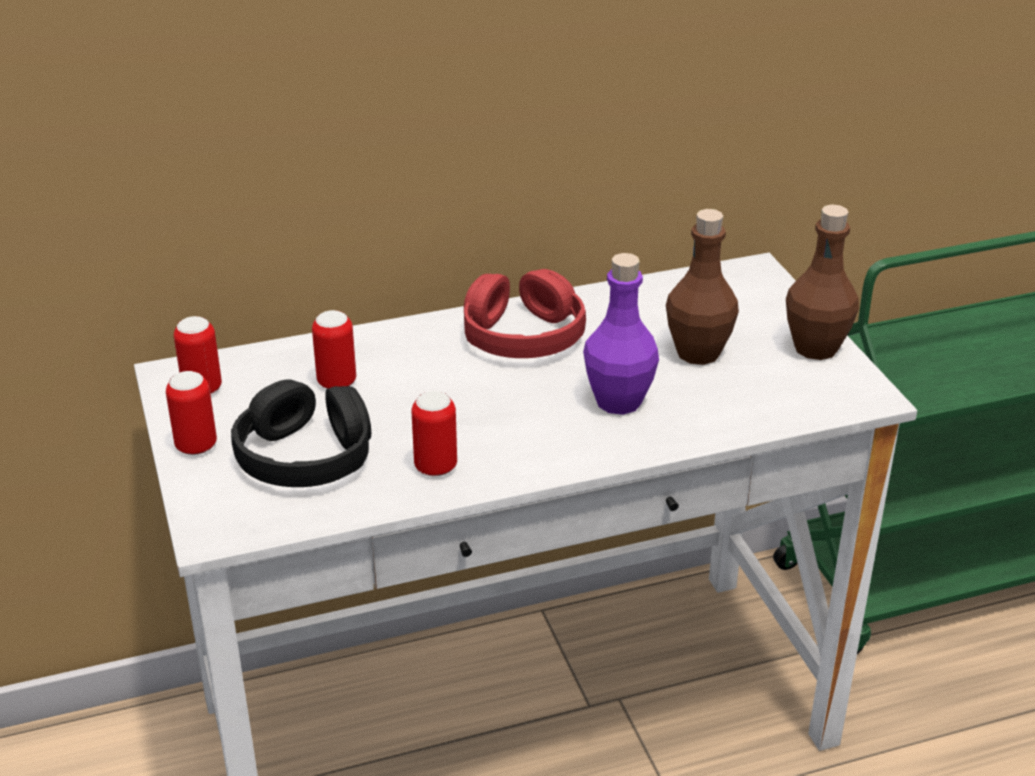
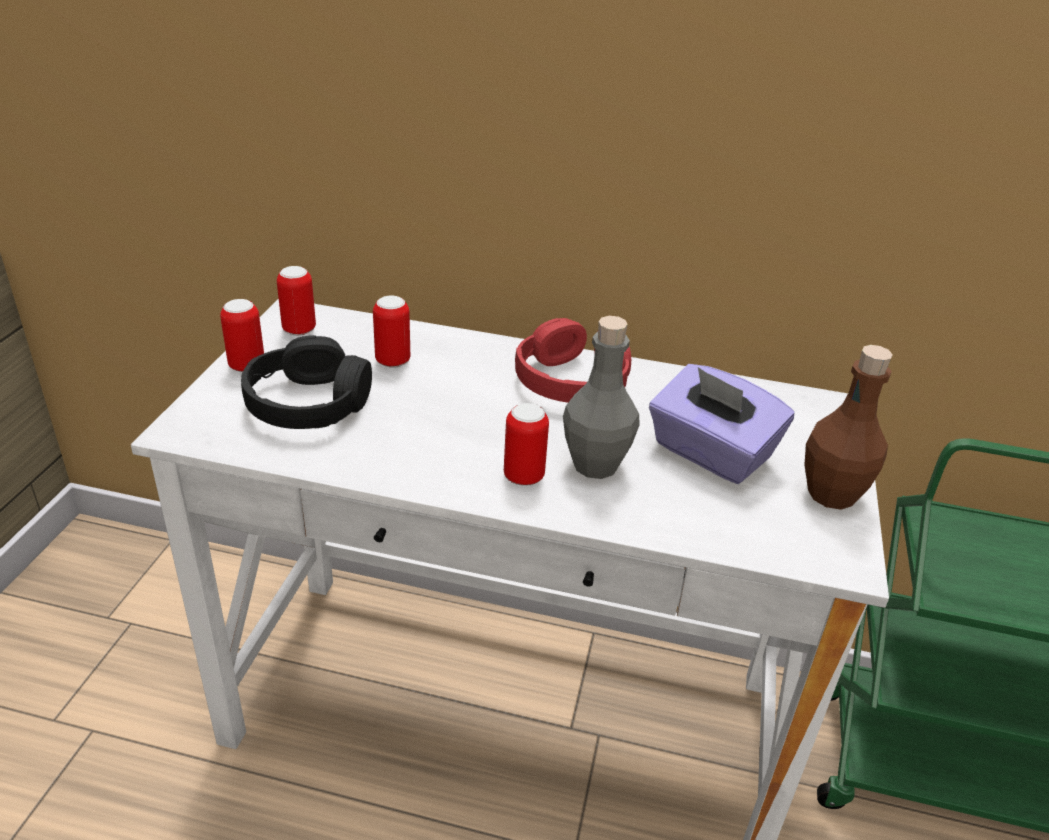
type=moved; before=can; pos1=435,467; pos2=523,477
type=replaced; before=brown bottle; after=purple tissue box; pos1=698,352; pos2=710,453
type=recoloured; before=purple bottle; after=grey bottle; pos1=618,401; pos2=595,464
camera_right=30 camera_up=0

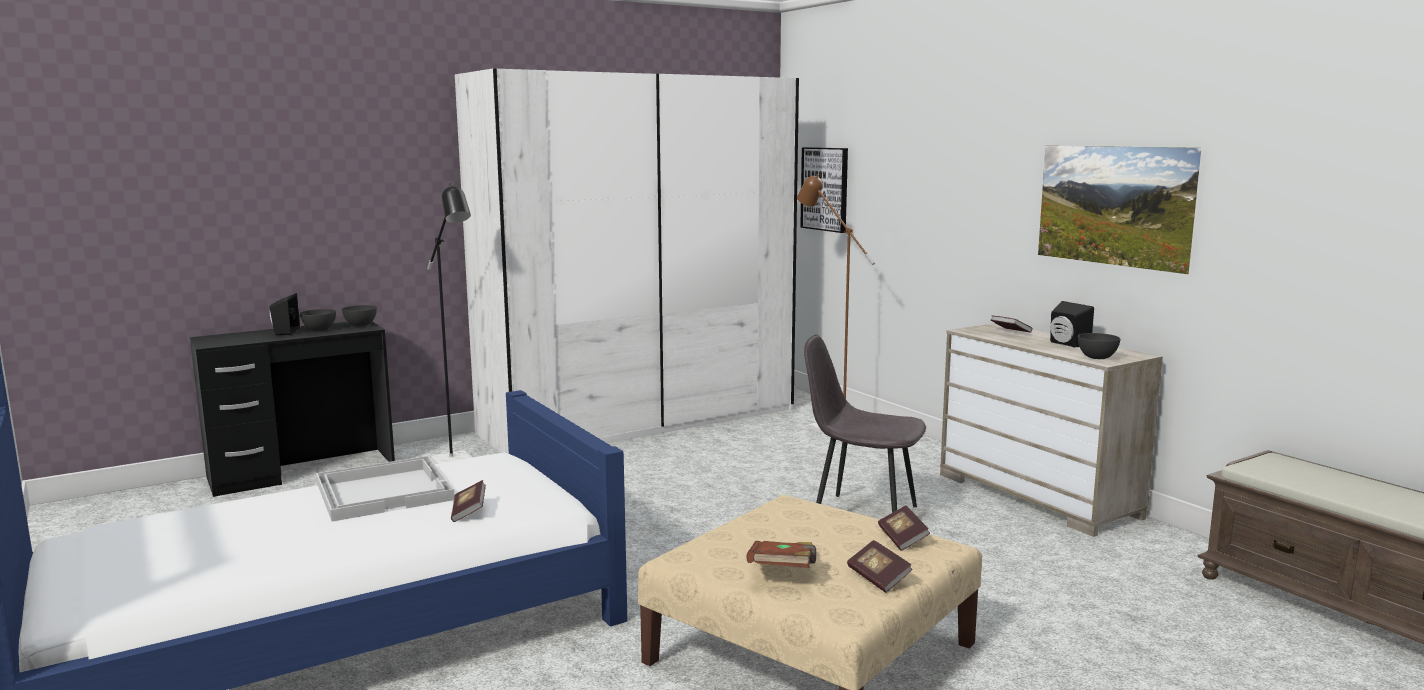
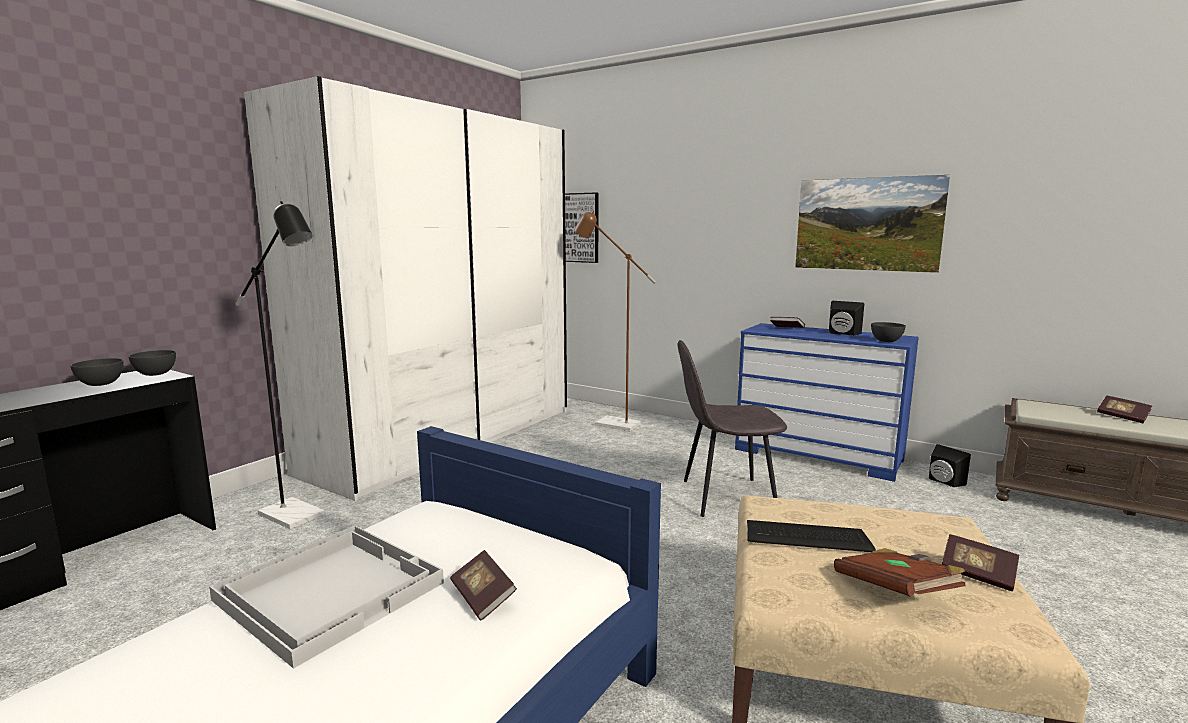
type=added; after=keyboard; pos2=806,537
type=moved; before=black speaker; pos1=284,332; pos2=944,482
type=moved; before=book; pos1=902,539; pos2=1122,417
type=recoloured; before=beige dresser; after=blue dresser; pos1=1038,495; pos2=818,454
camera_right=-25 camera_up=0

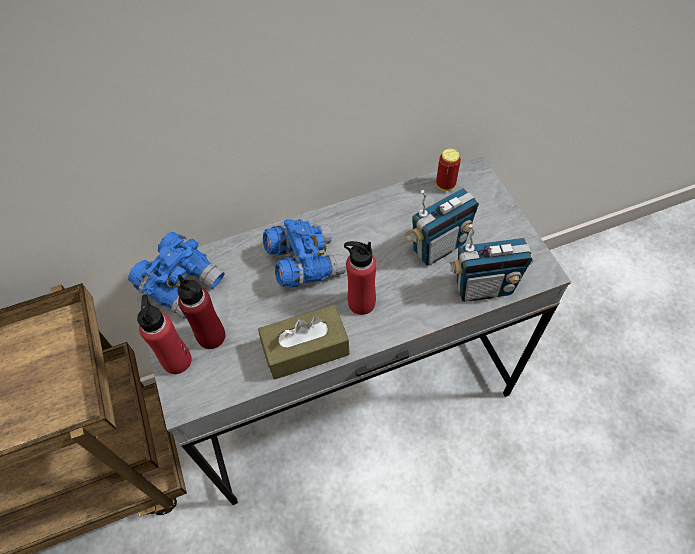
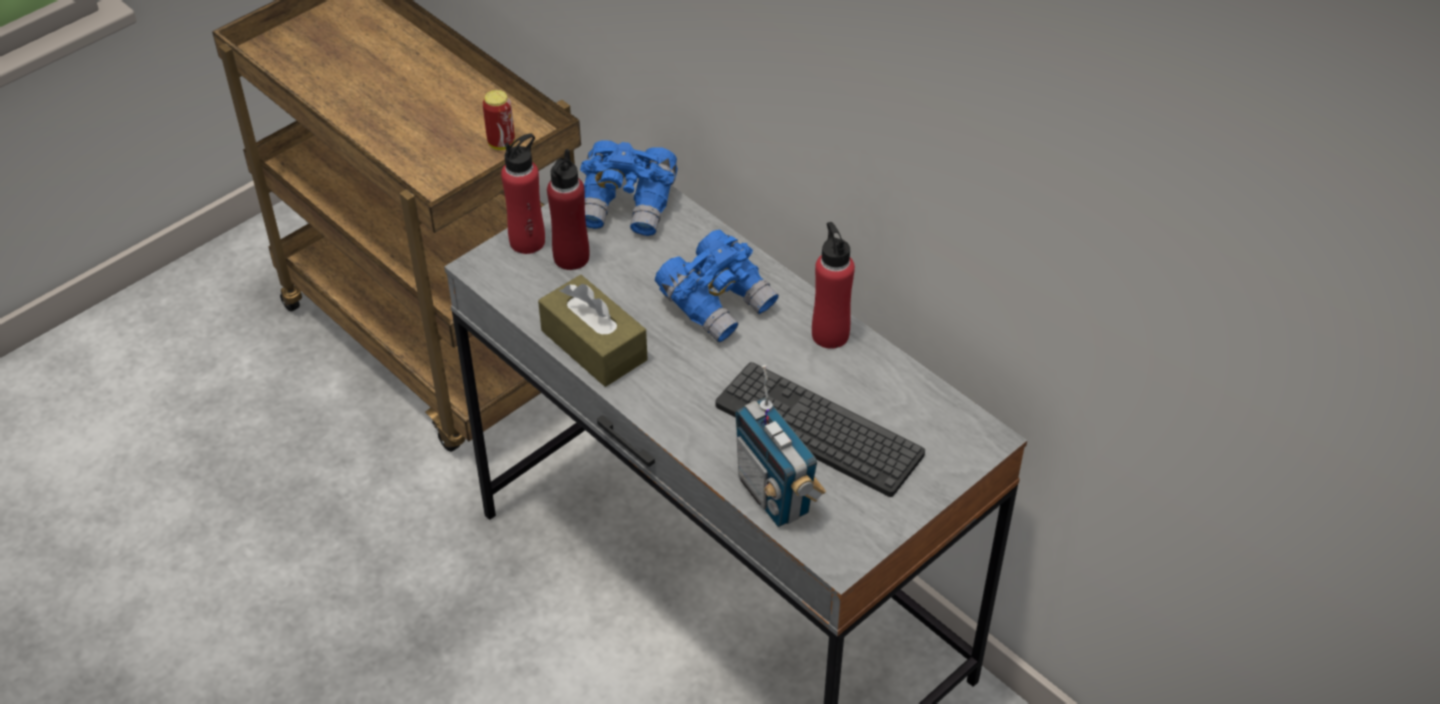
type=moved; before=red bottle; pos1=361,302; pos2=830,334
type=moved; before=can; pos1=445,185; pos2=501,143
type=replaced; before=radio; after=keyboard; pos1=438,247; pos2=818,430
camera_right=65 camera_up=-10

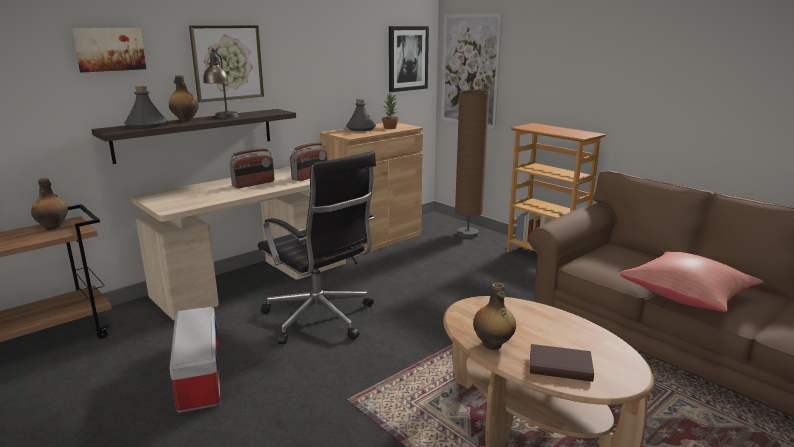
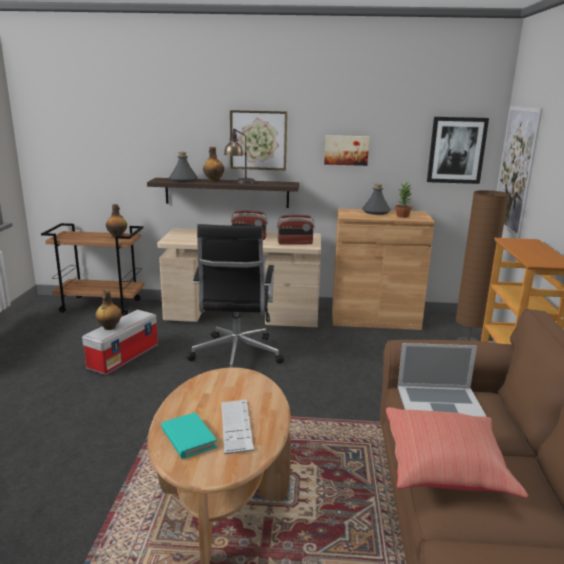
type=added; after=keyboard; pos2=236,426
type=added; after=laptop; pos2=439,402
type=moved; before=picture; pos1=109,49; pos2=346,150
type=moved; before=bottle; pos1=492,345; pos2=109,328
type=recoloured; before=brown book; after=turquoise book; pos1=560,366; pos2=188,438
camera_right=45 camera_up=0

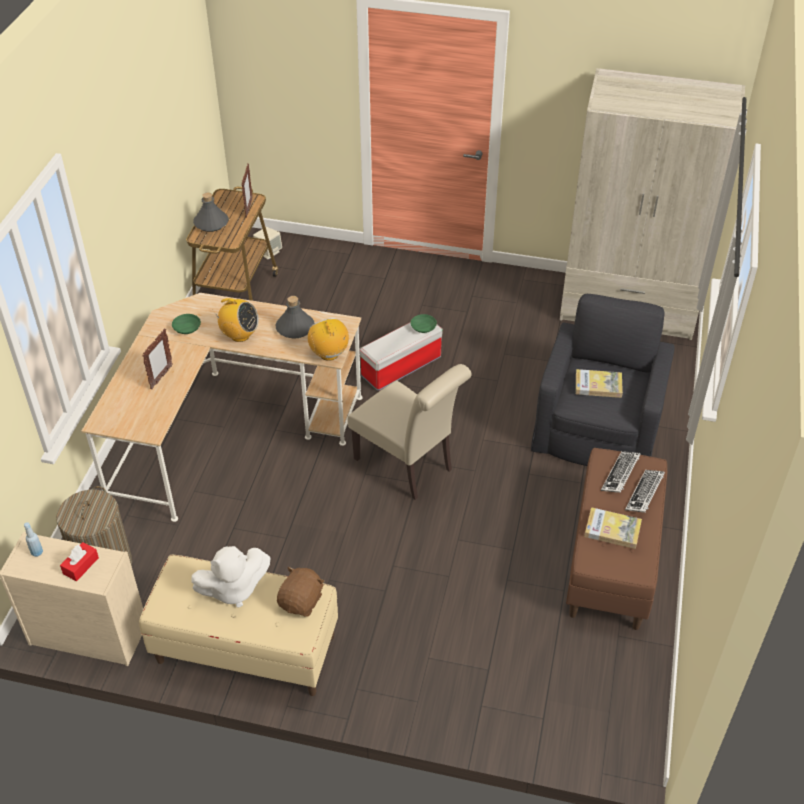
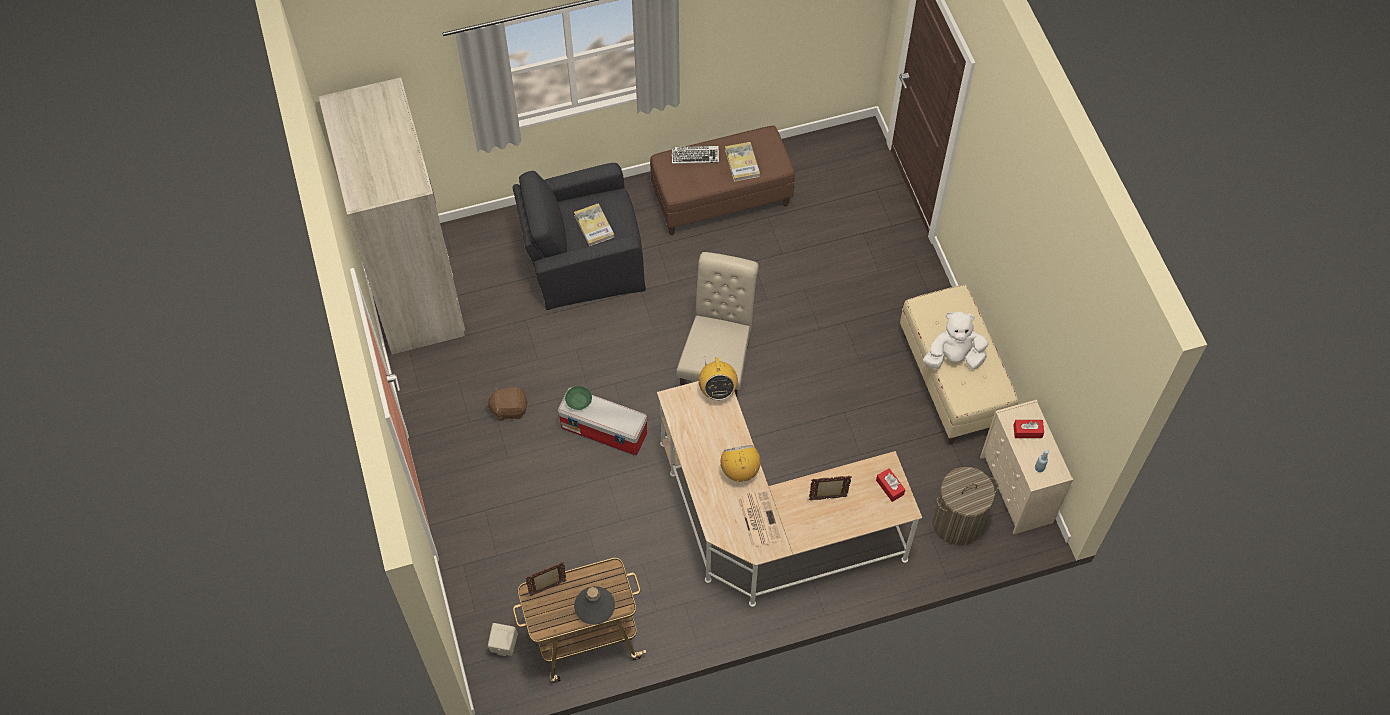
type=removed; before=grey bottle; pos1=295,328
type=removed; before=keyboard; pos1=620,475
type=added; after=red tissue box; pos2=890,487
type=moved; before=brown plush toy; pos1=301,601; pos2=509,409
type=replaced; before=green bowl; after=newspaper; pos1=187,328; pos2=758,518
type=turned; before=white plush toy; pos1=233,589; pos2=953,357; turn=-45
type=turned; before=radio; pos1=329,354; pos2=717,390; turn=-45
camera_right=-120 camera_up=15

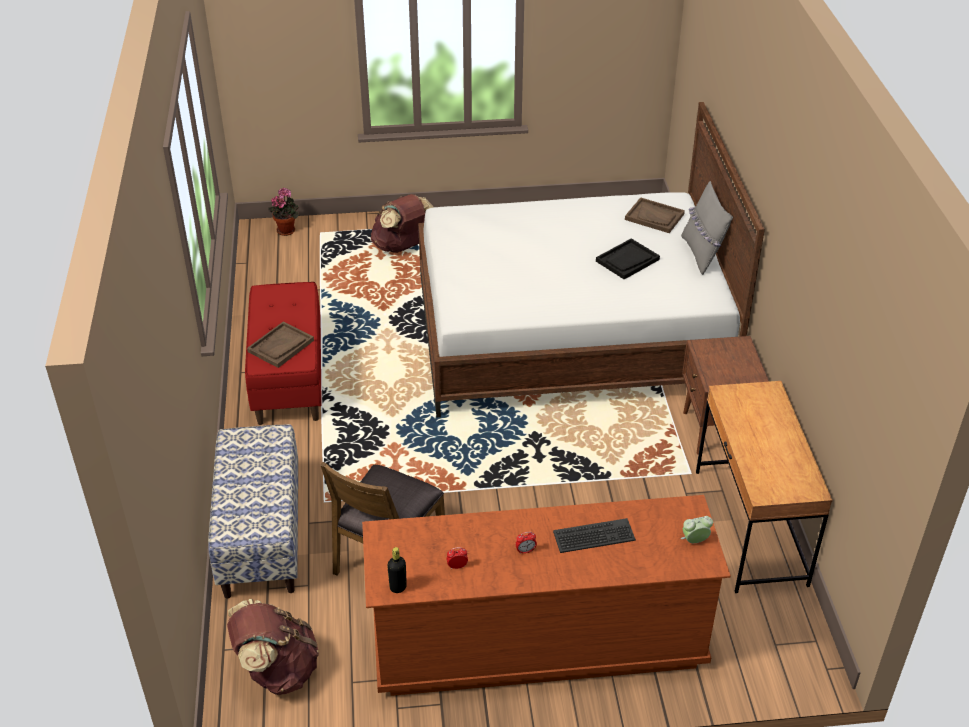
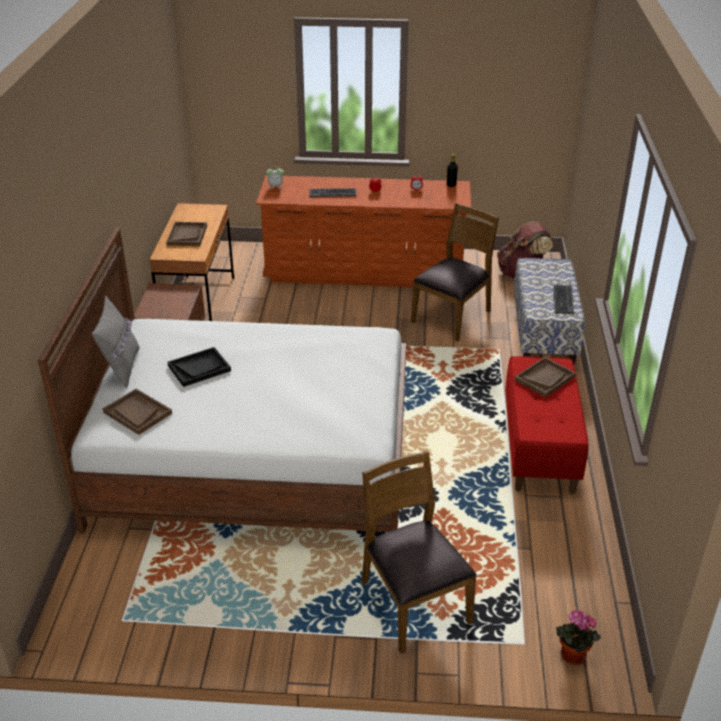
type=added; after=brown tray; pos2=187,235
type=added; after=keyboard; pos2=562,299
type=replaced; before=brown backpack; after=brown chair; pos1=402,246; pos2=413,602
camera_right=-170 camera_up=-5

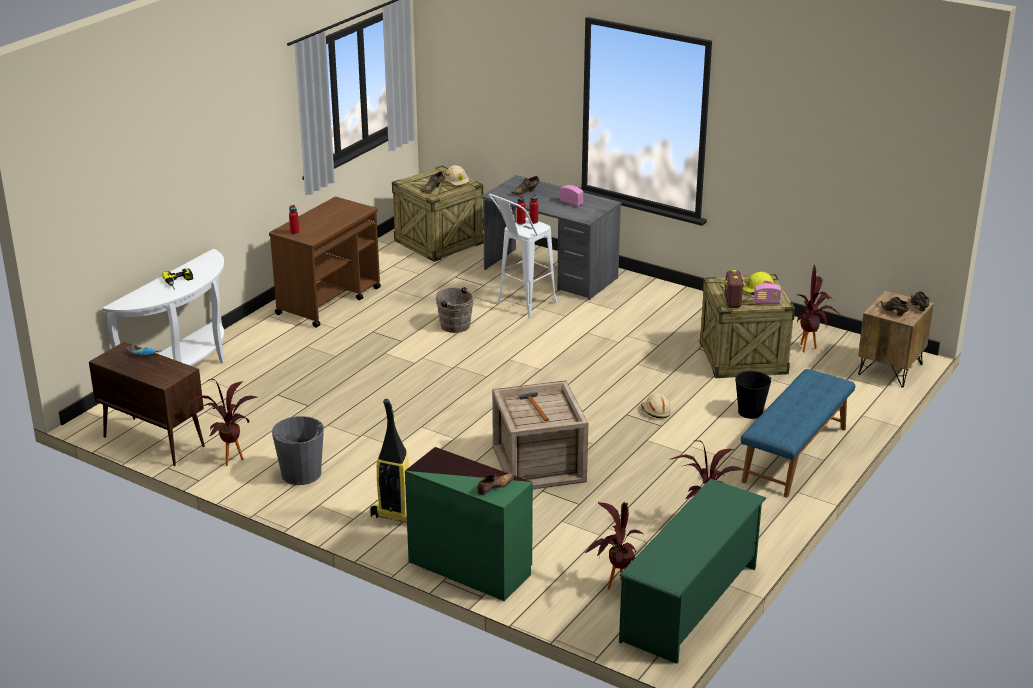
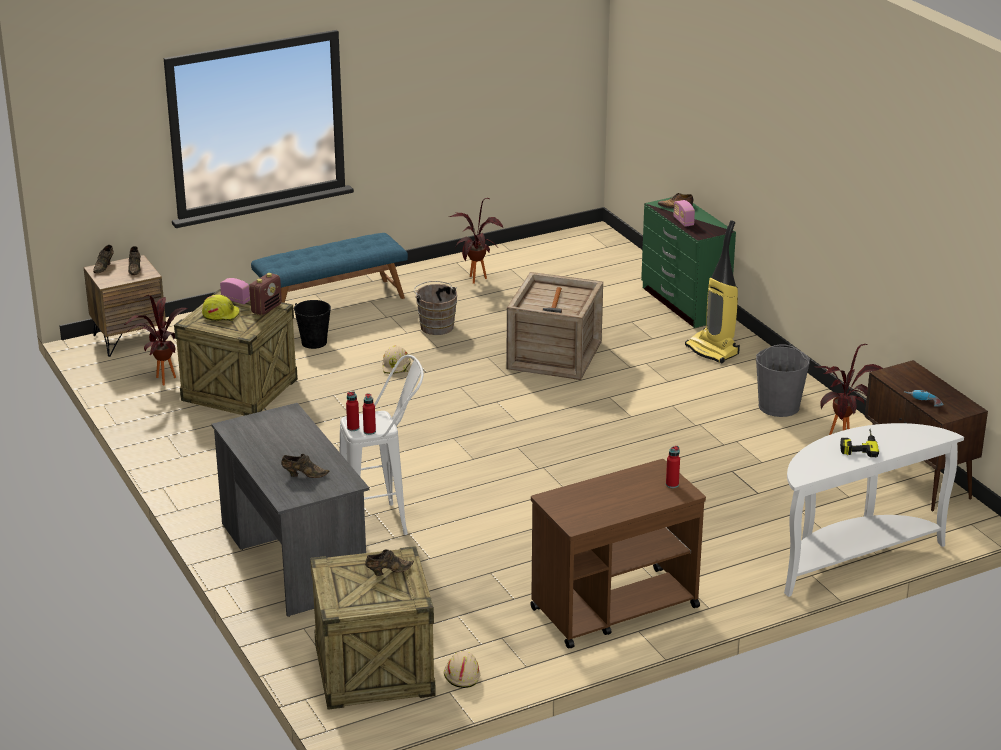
type=removed; before=potted plant; pos1=613,588
type=removed; before=green shoe rack; pos1=690,604
type=moved; before=brown bucket; pos1=457,326; pos2=436,326
type=moved; before=beige hard hat; pos1=457,181; pos2=461,675
type=moved; before=radio; pos1=571,203; pos2=683,221
camera_right=-150 camera_up=0

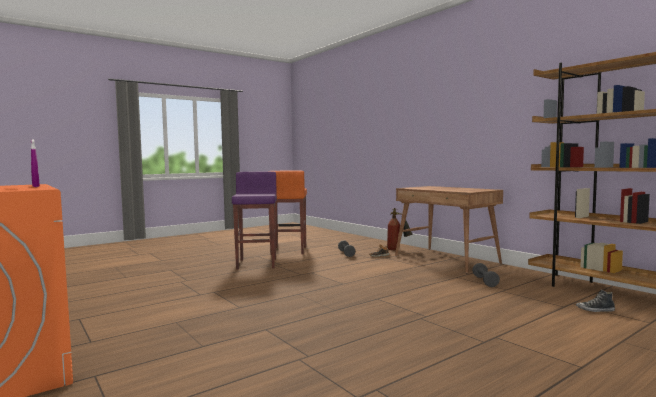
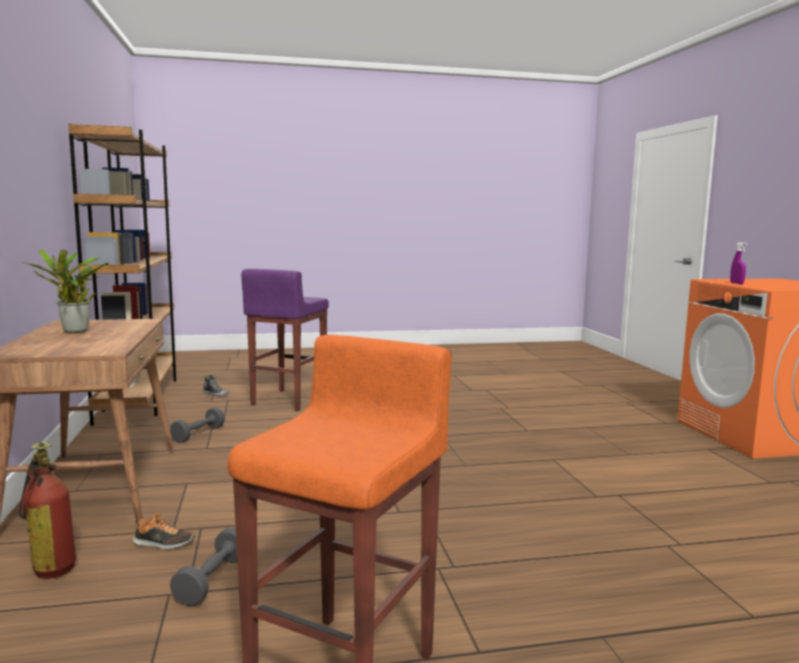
type=added; after=potted plant; pos2=74,332
type=moved; before=purple stool; pos1=257,263; pos2=287,400
camera_right=-155 camera_up=5

